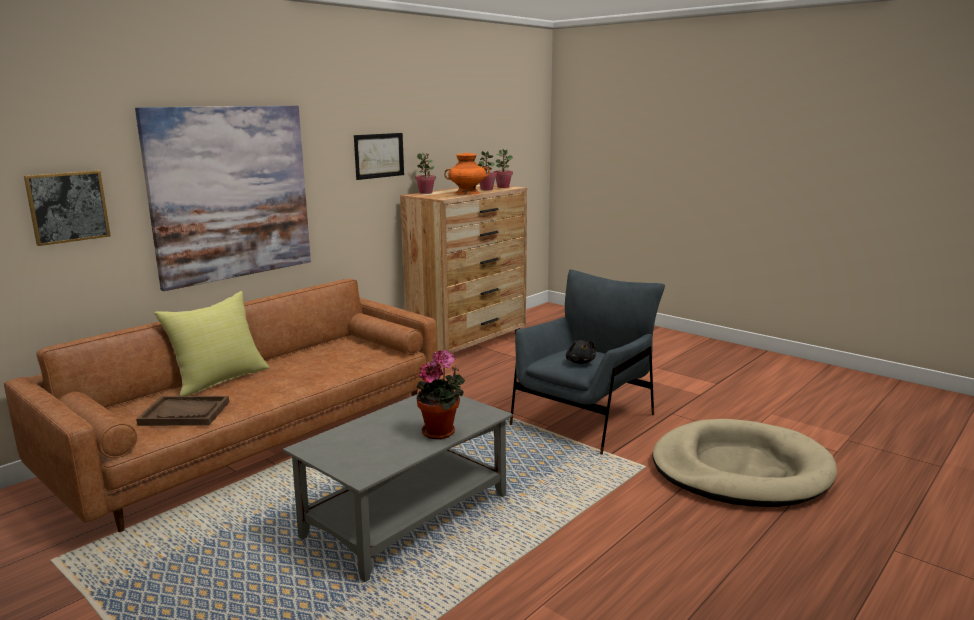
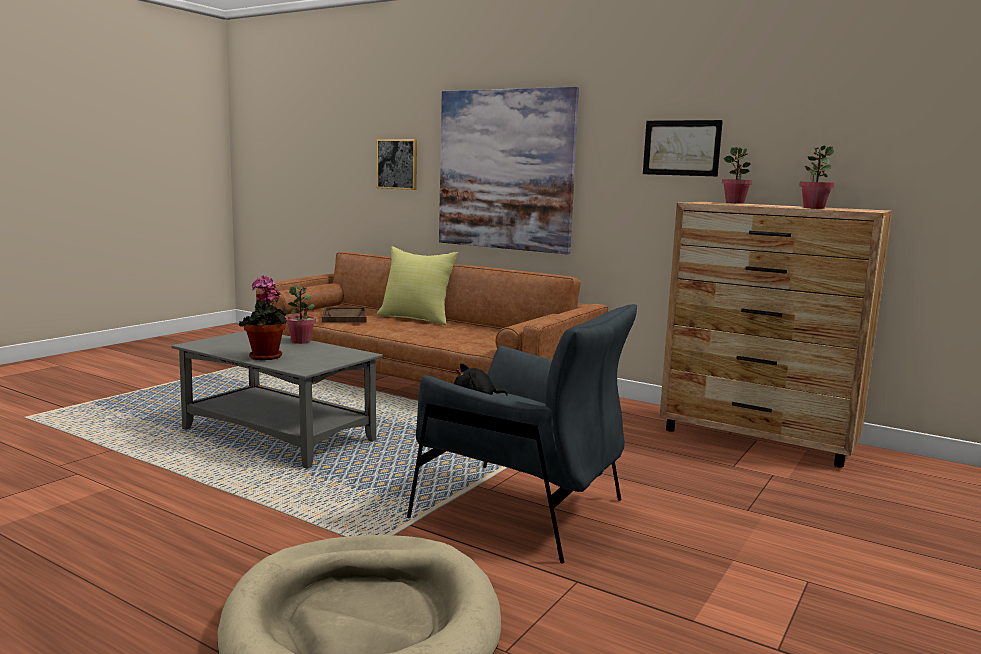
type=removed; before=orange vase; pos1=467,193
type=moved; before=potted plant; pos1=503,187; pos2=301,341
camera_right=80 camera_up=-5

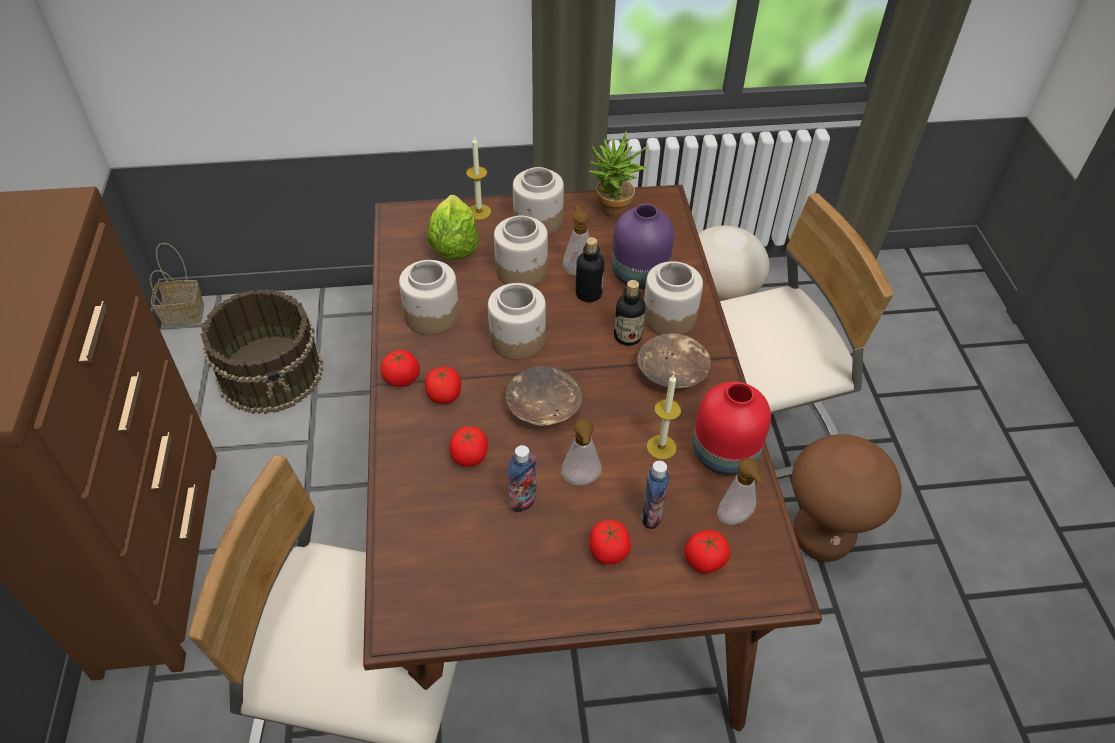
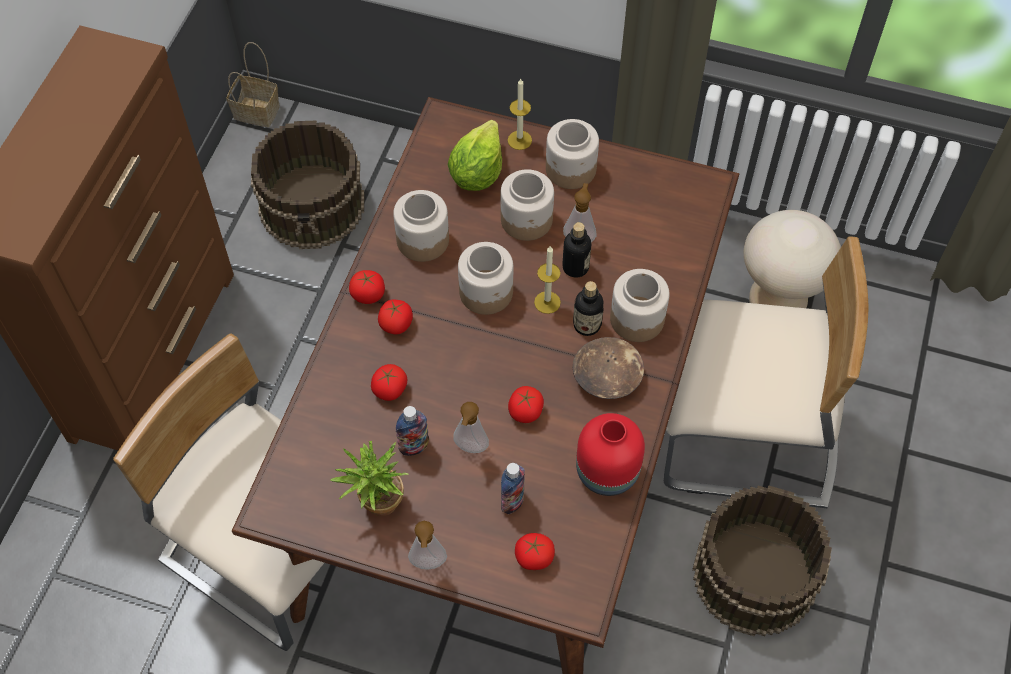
type=removed; before=brown bowl; pos1=542,407
type=removed; before=purple vase; pos1=637,275
type=moved; before=potted plant; pos1=612,213; pos2=376,506
type=moved; before=tomato; pos1=608,551; pos2=525,411
type=moved; before=candle; pos1=661,447; pos2=547,302
type=moved; before=soap dispenser; pos1=735,519; pos2=428,564
type=replaced; before=brown stool; after=brown bucket; pos1=821,538; pos2=753,573
camera_right=25 camera_up=10

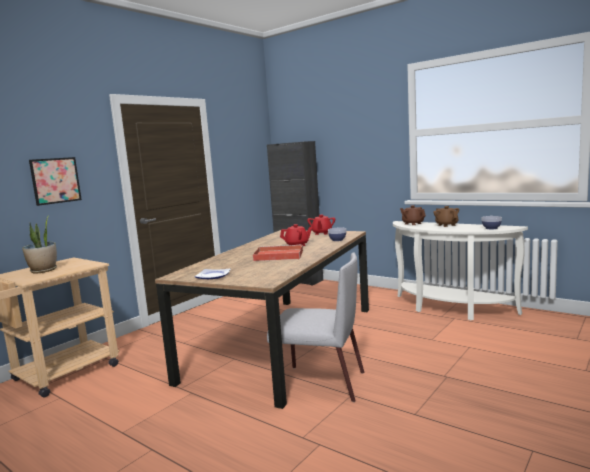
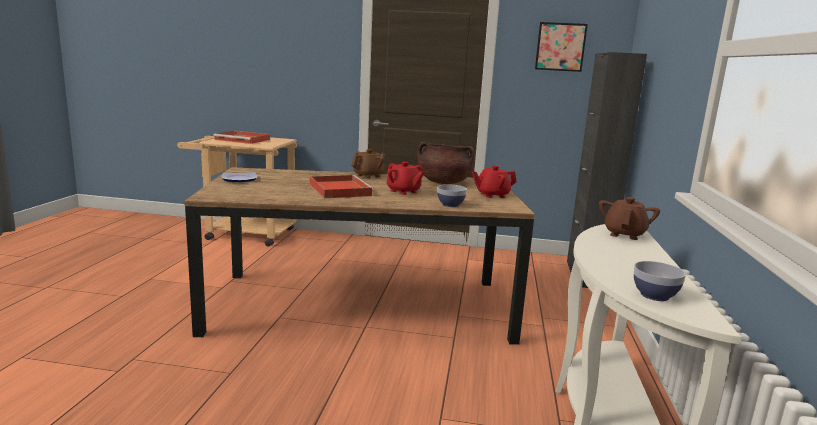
type=removed; before=grey chair; pos1=319,383
type=added; after=brown cooking pot; pos2=443,182
type=moved; before=picture; pos1=55,180; pos2=560,47
type=moved; before=brown teapot; pos1=446,225; pos2=368,176
type=replaced; before=potted plant; after=red tray; pos1=43,270; pos2=243,139
camera_right=60 camera_up=5

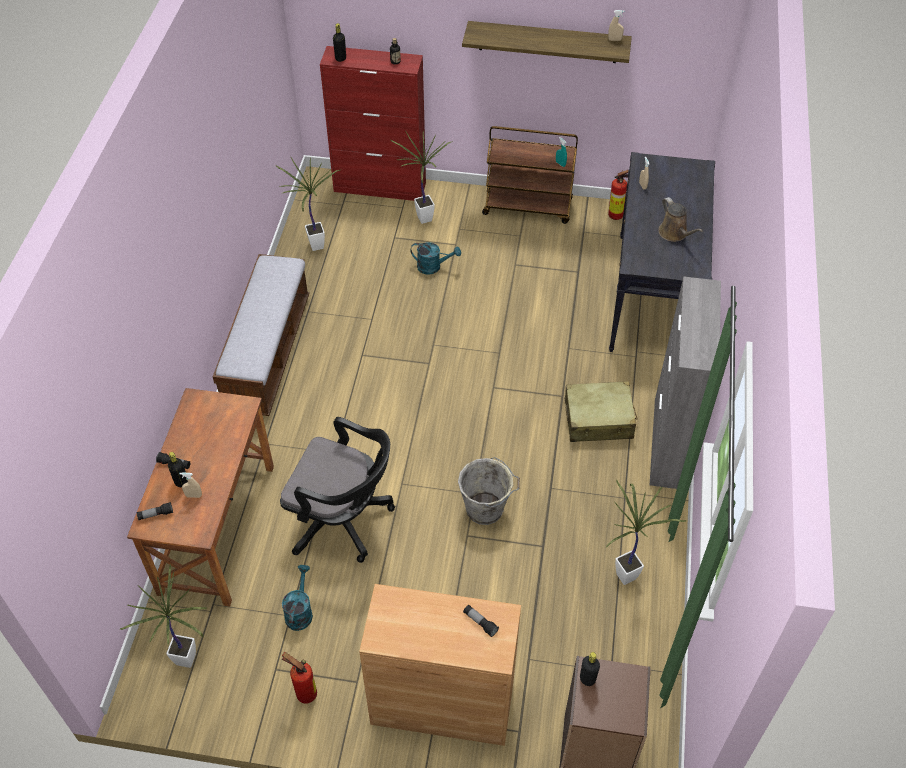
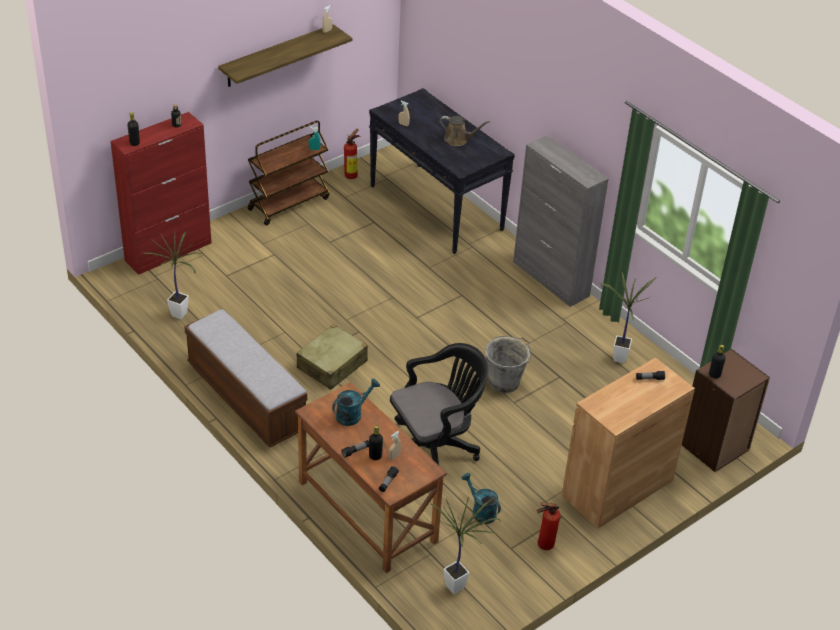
type=removed; before=potted plant; pos1=424,221
type=moved; before=turquoise watering can; pos1=433,267; pos2=352,414
type=moved; before=beige suitcase; pos1=598,419; pos2=332,365
camera_right=-50 camera_up=-10

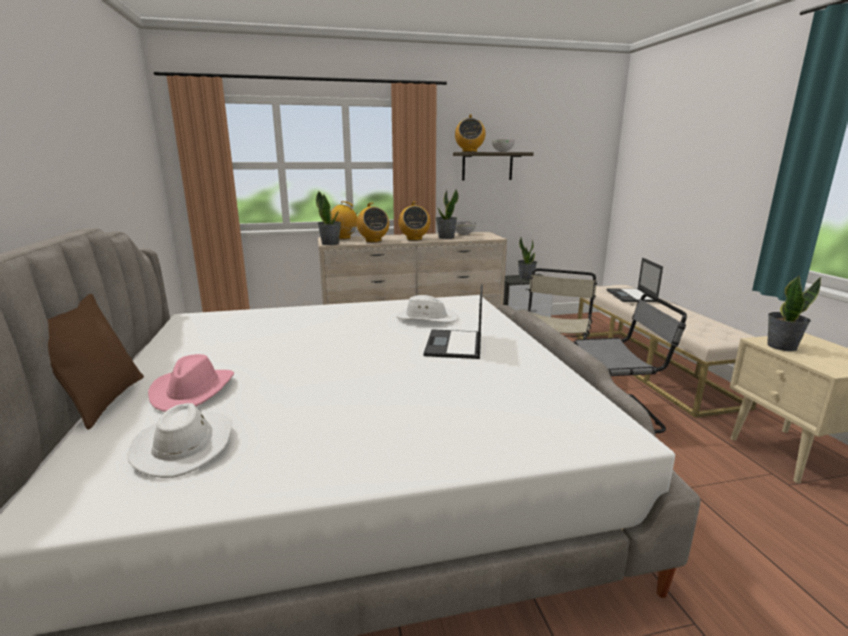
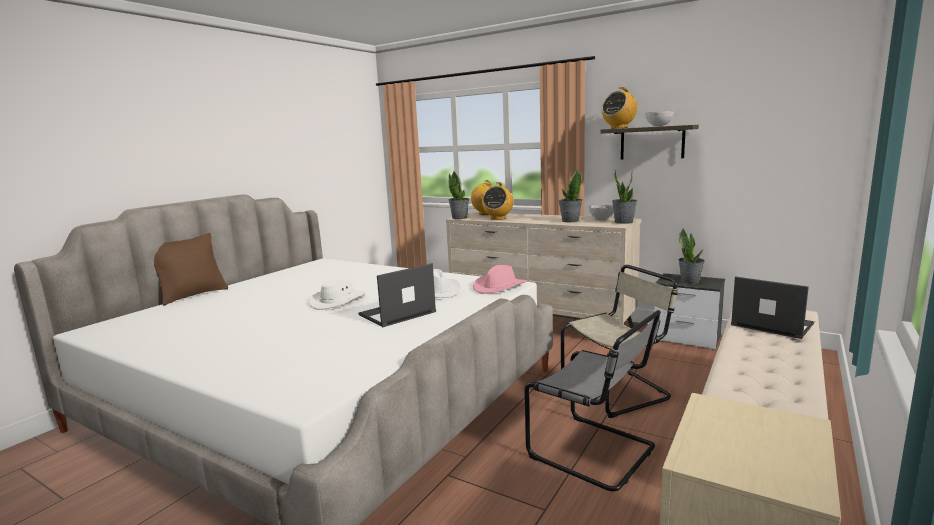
type=removed; before=radio; pos1=414,239
type=moved; before=white hat; pos1=184,445; pos2=338,301
type=moved; before=pink hat; pos1=193,391; pos2=499,287
type=moved; before=potted plant; pos1=781,346; pos2=623,222
type=turned; before=laptop; pos1=631,296; pos2=770,324; turn=90
camera_right=45 camera_up=-5

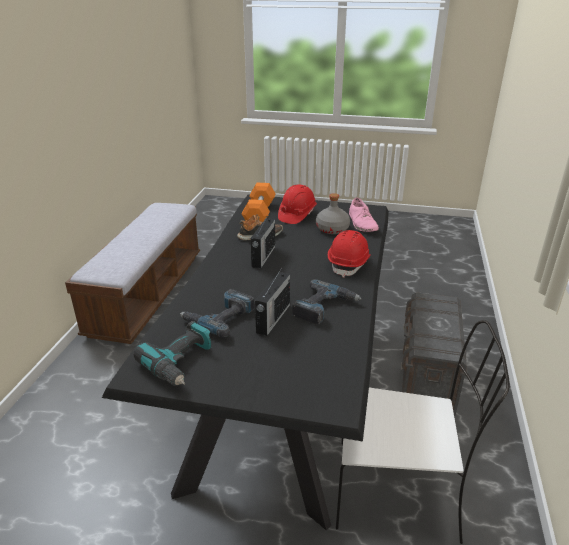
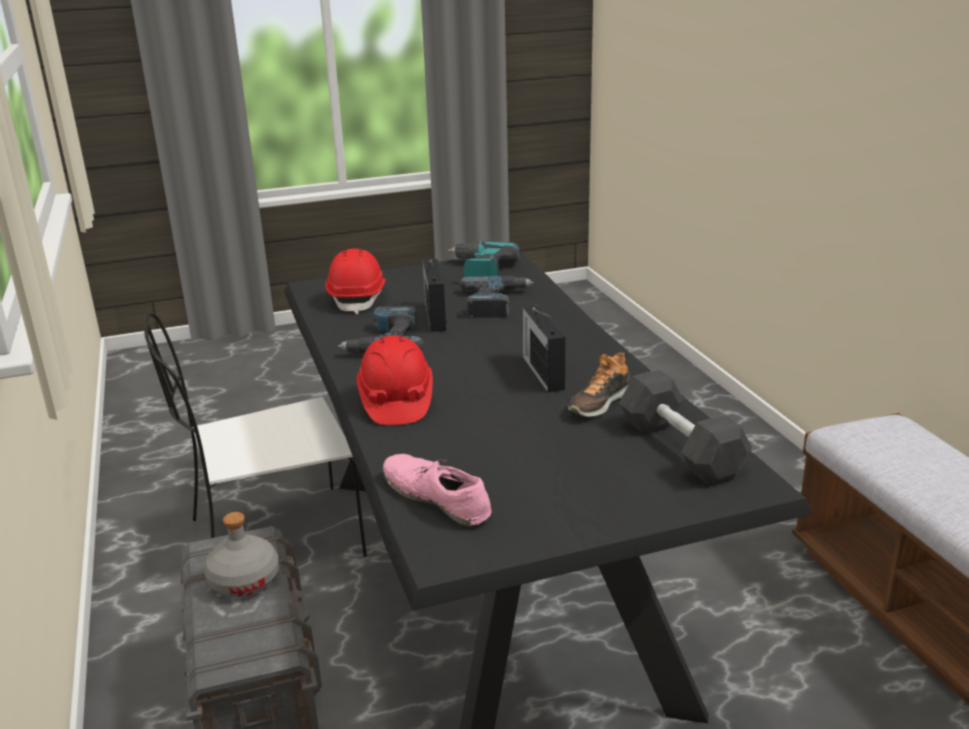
type=moved; before=red hard hat; pos1=297,215; pos2=358,299
type=moved; before=grey bottle; pos1=332,229; pos2=244,580
type=recoloured; before=orange dumbbell; after=grey dumbbell; pos1=259,213; pos2=680,448
camera_right=150 camera_up=-5

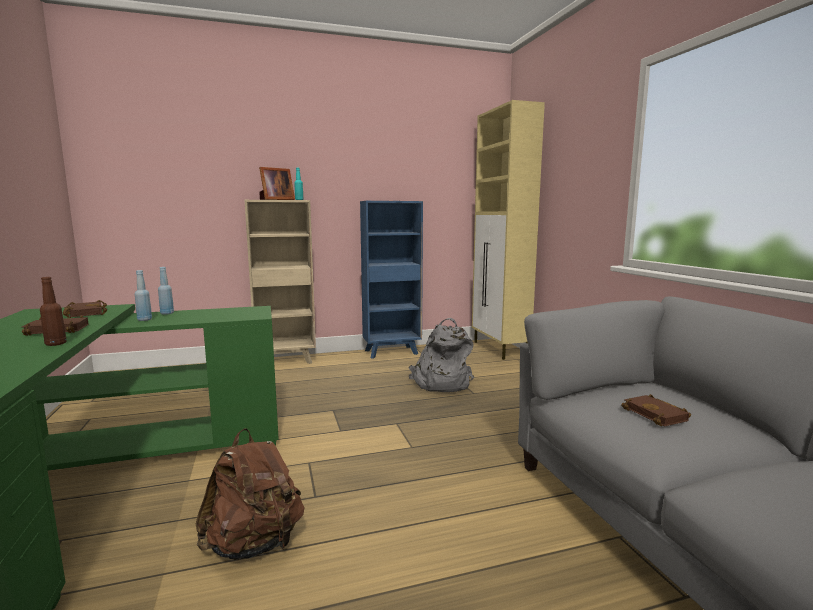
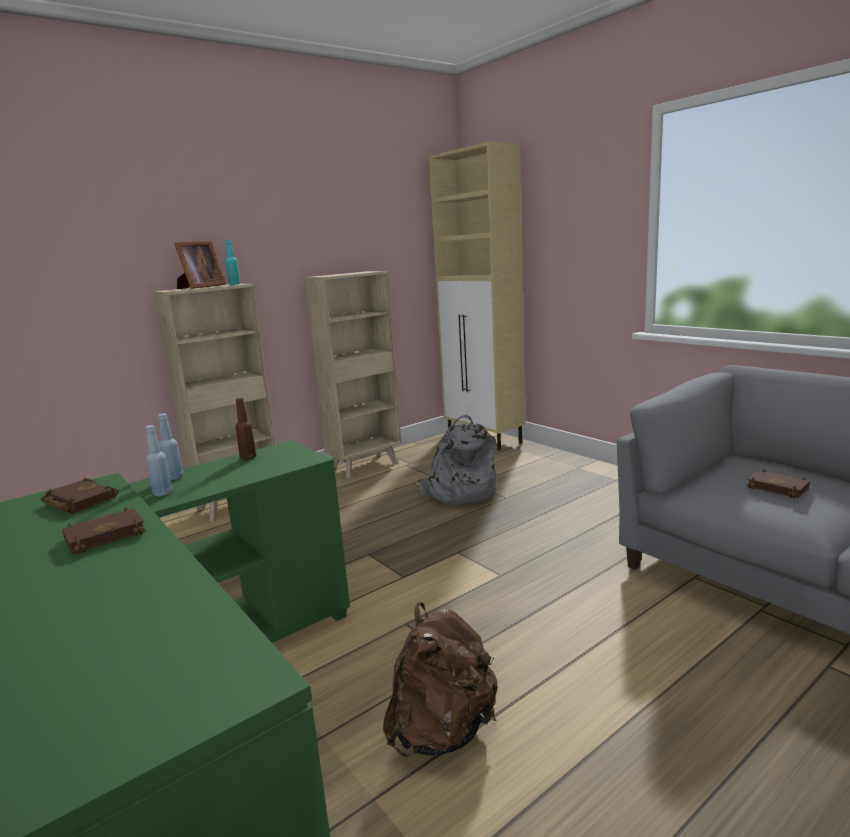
type=moved; before=brown bottle; pos1=56,344; pos2=248,457
type=recoloured; before=blue bookcase; after=beige bookcase; pos1=392,352; pos2=366,465
camera_right=-20 camera_up=5

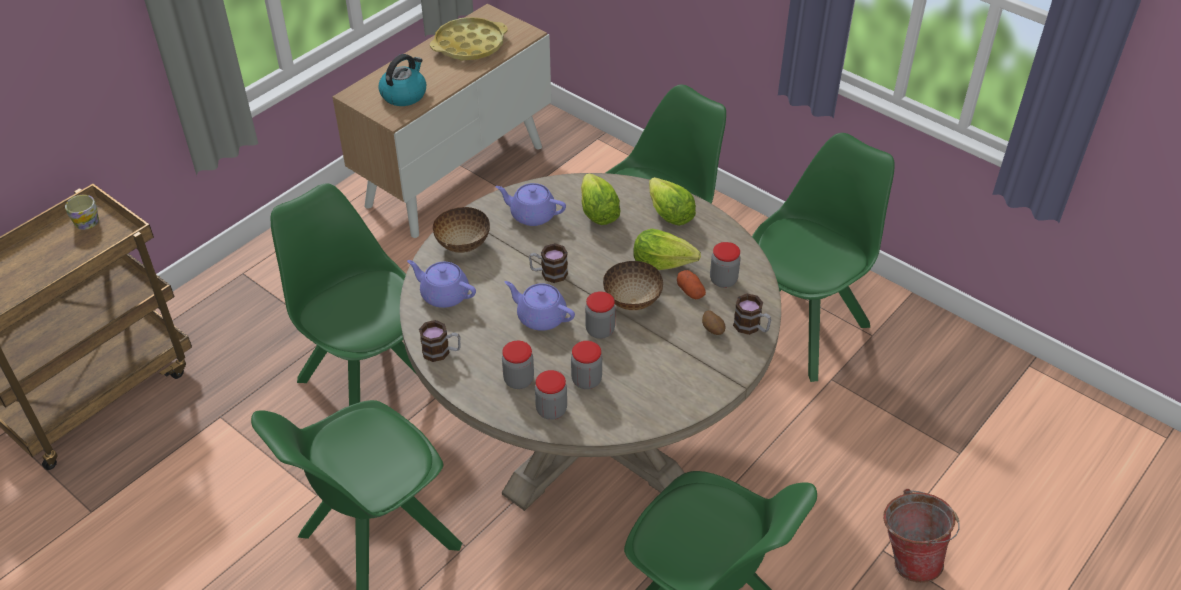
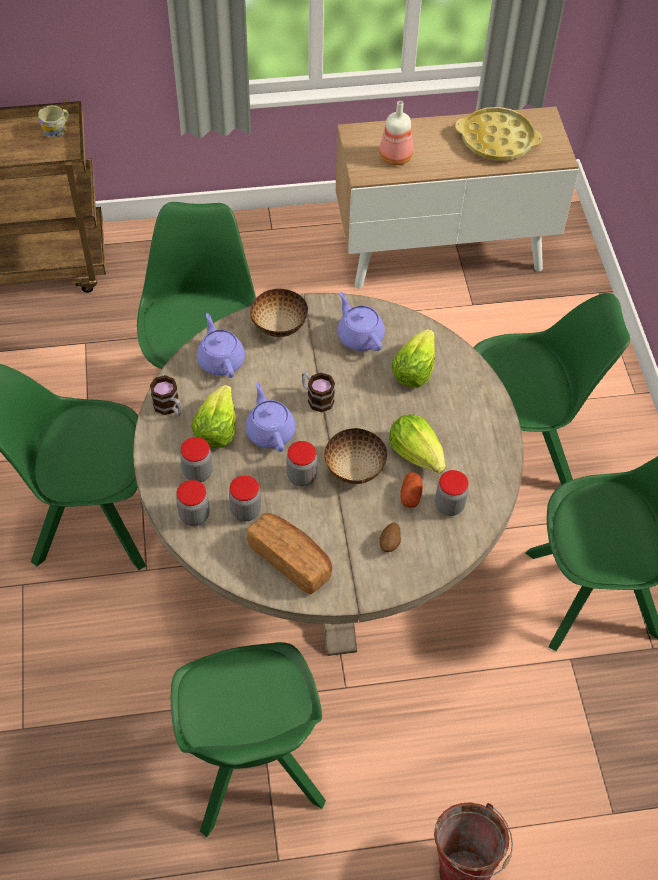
type=removed; before=mug; pos1=751,327
type=added; after=bread; pos2=291,559
type=moved; before=lettuce; pos1=669,214; pos2=216,428
type=replaced; before=kettle; after=bottle; pos1=404,94; pos2=394,156
camera_right=40 camera_up=10

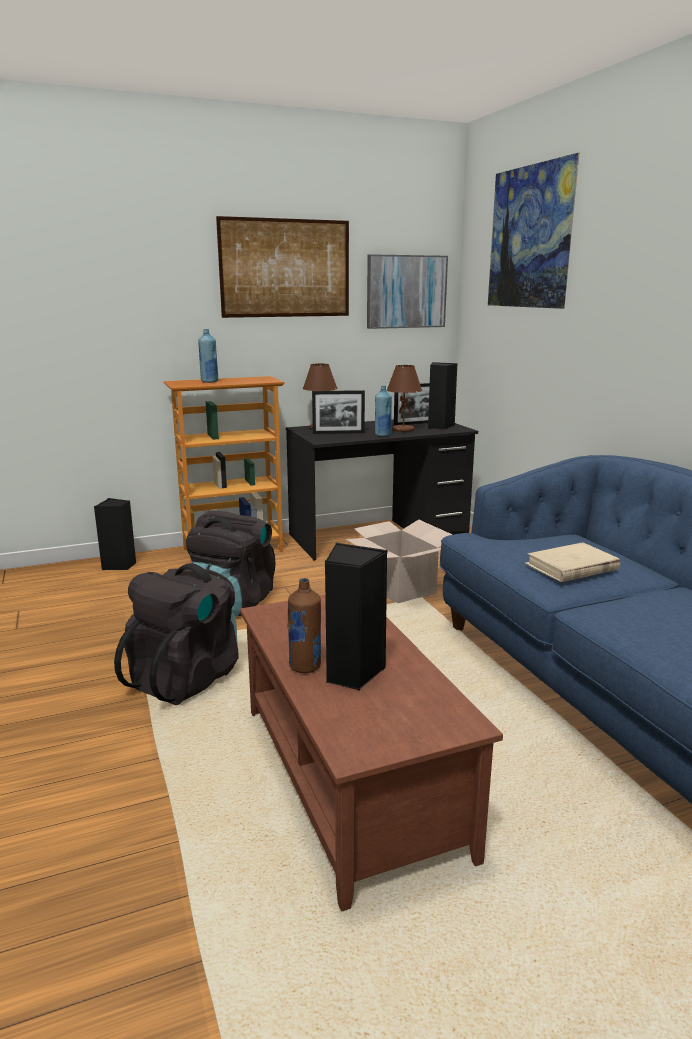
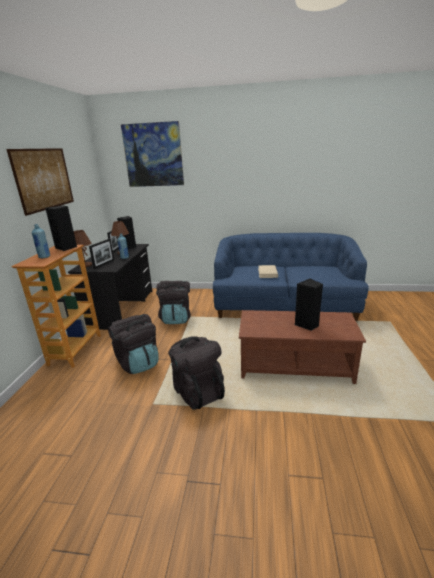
type=removed; before=brown bottle; pos1=305,666
type=removed; before=picture; pos1=406,292
type=moved; before=black speaker; pos1=119,565; pos2=66,248
type=replaced; before=cardboard box; after=black backpack; pos1=400,588; pos2=176,318
camera_right=-60 camera_up=5

